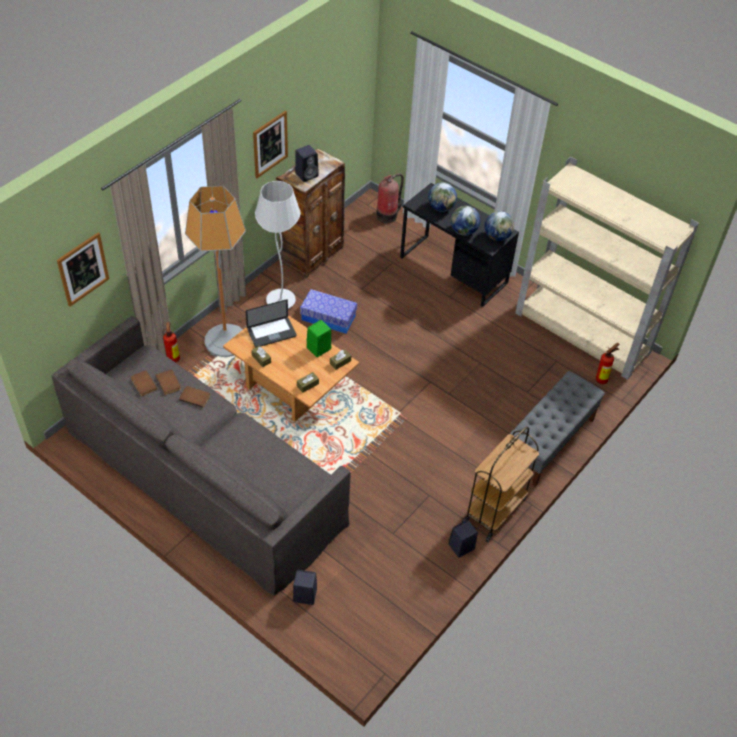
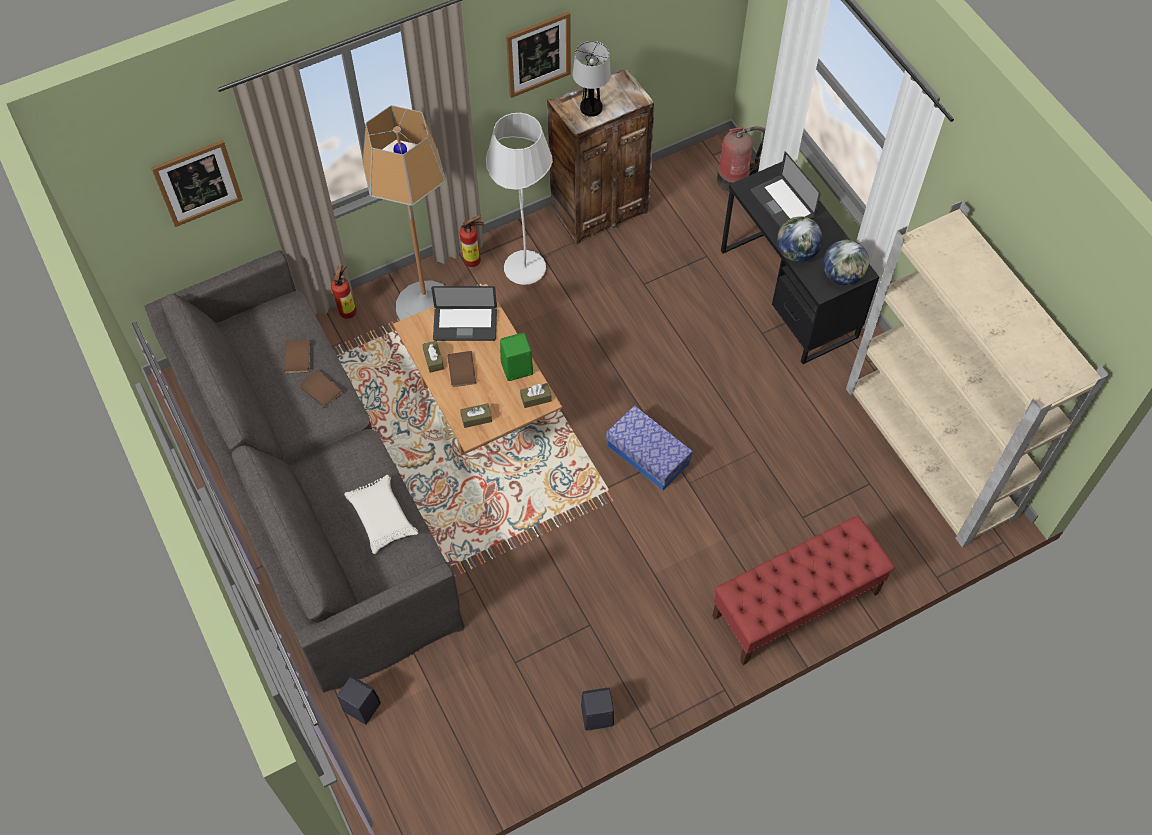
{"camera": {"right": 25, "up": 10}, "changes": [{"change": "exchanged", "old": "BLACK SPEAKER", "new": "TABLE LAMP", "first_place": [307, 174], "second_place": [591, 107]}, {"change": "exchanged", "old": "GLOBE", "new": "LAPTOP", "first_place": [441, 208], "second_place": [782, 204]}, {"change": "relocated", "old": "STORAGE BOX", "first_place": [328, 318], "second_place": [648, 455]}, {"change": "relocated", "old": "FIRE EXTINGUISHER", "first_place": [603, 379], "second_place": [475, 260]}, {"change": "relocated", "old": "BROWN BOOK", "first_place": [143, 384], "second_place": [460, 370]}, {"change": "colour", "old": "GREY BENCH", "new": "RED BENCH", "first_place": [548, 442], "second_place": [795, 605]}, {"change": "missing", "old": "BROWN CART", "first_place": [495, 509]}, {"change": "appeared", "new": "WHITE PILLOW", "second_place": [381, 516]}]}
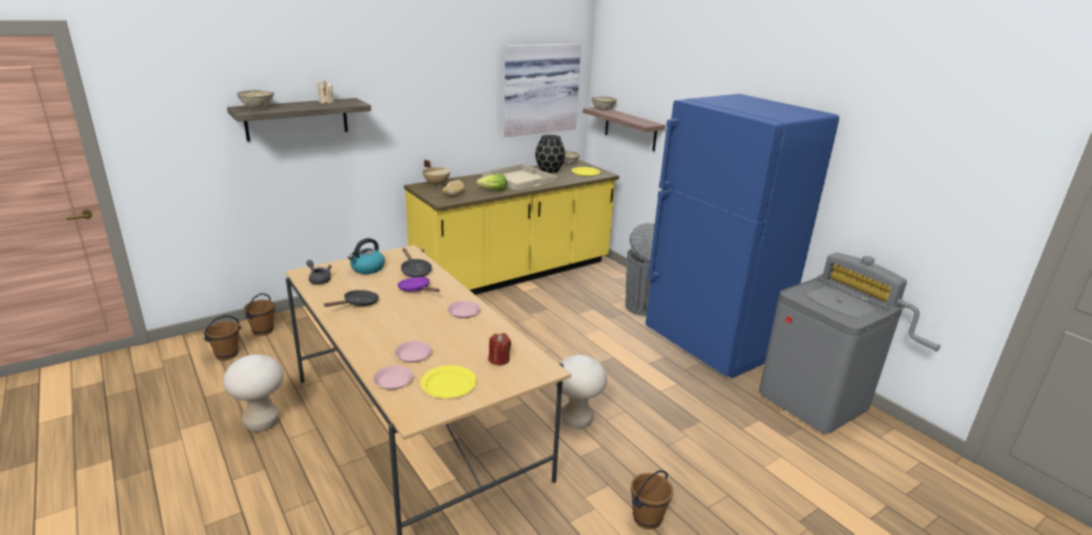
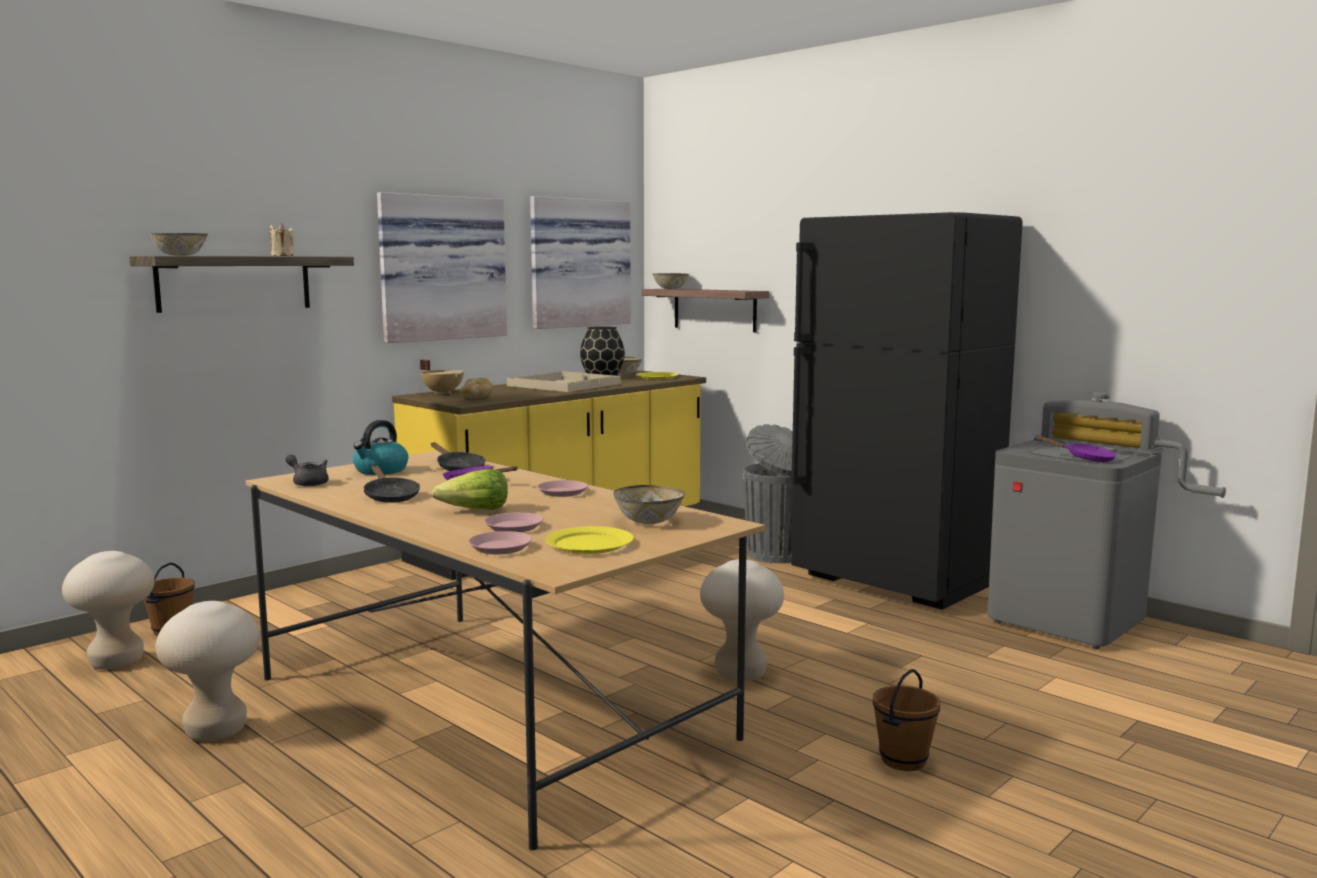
{"camera": {"right": -10, "up": -15}, "changes": [{"change": "colour", "old": "BLUE FRIDGE", "new": "BLACK FRIDGE", "first_place": [711, 346], "second_place": [894, 583]}, {"change": "relocated", "old": "LETTUCE", "first_place": [493, 190], "second_place": [475, 511]}, {"change": "spun", "old": "BLACK FRYING PAN", "first_place": [358, 304], "second_place": [390, 496], "degrees": 120}, {"change": "exchanged", "old": "BROWN BUCKET", "new": "BEIGE STOOL", "first_place": [227, 354], "second_place": [116, 662]}, {"change": "exchanged", "old": "RED CANDLE", "new": "BOWL", "first_place": [499, 360], "second_place": [649, 521]}, {"change": "appeared", "new": "PICTURE", "second_place": [440, 268]}, {"change": "appeared", "new": "PURPLE FRYING PAN", "second_place": [1084, 458]}]}
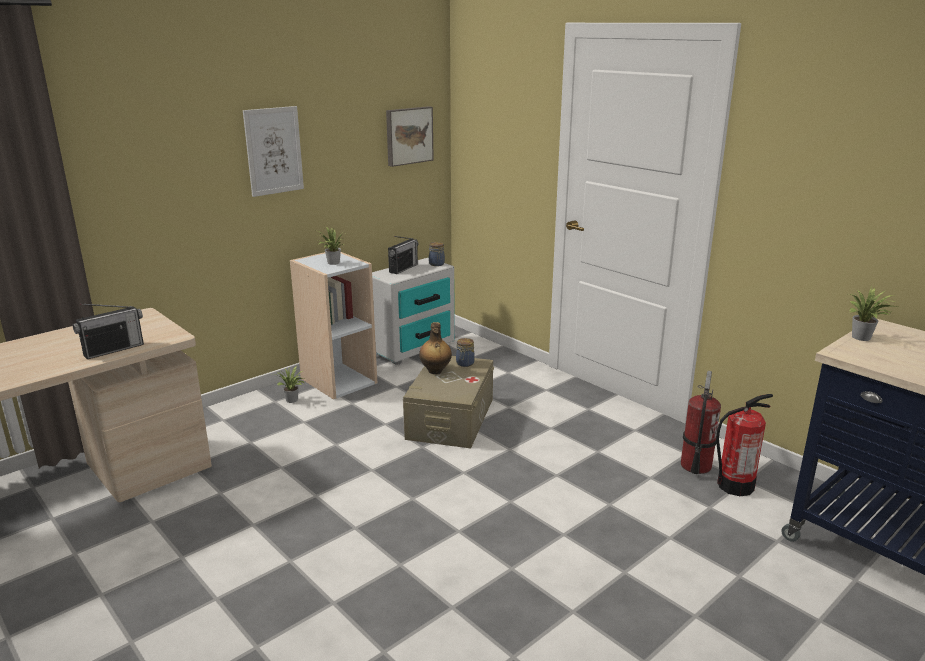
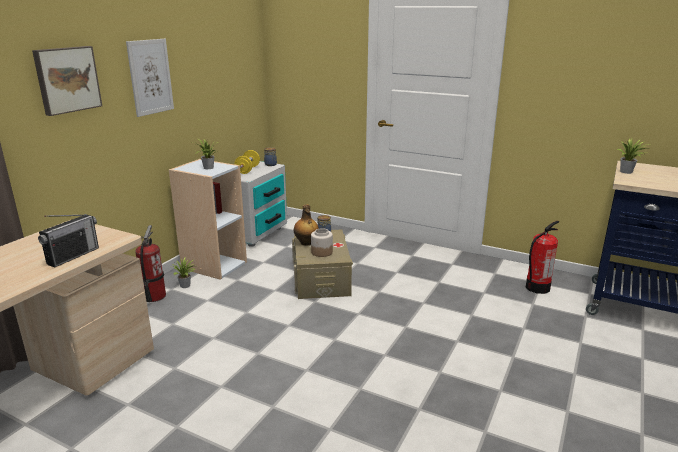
{"camera": {"right": -20, "up": 0}, "changes": [{"change": "relocated", "old": "PICTURE", "first_place": [408, 135], "second_place": [67, 79]}, {"change": "exchanged", "old": "RADIO", "new": "YELLOW DUMBBELL", "first_place": [403, 268], "second_place": [247, 170]}, {"change": "relocated", "old": "FIRE EXTINGUISHER", "first_place": [695, 466], "second_place": [154, 296]}, {"change": "appeared", "new": "JAR", "second_place": [321, 252]}]}
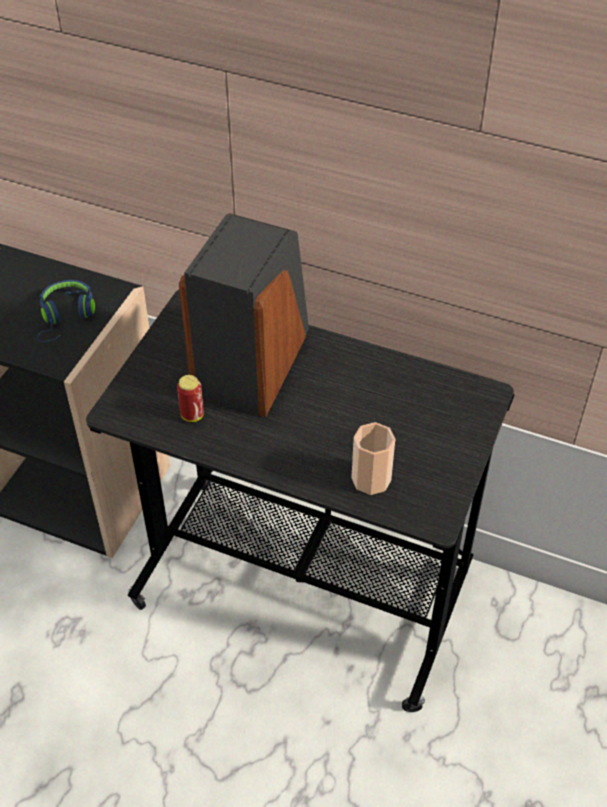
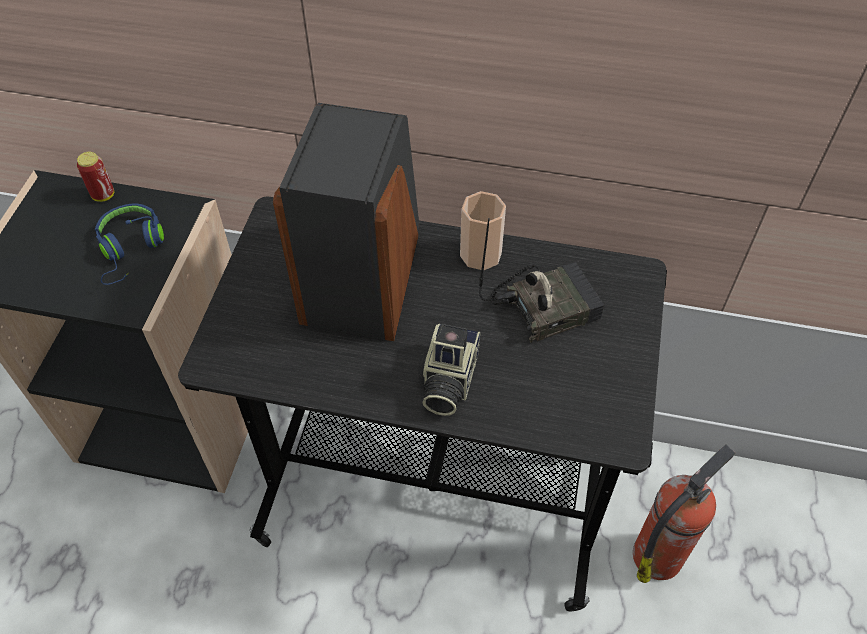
{"camera": {"right": -10, "up": 5}, "changes": [{"change": "relocated", "old": "CAN", "first_place": [192, 415], "second_place": [103, 195]}, {"change": "relocated", "old": "CUP", "first_place": [371, 479], "second_place": [480, 254]}, {"change": "appeared", "new": "RADIO", "second_place": [545, 305]}, {"change": "appeared", "new": "PHOTO CAMERA", "second_place": [446, 380]}, {"change": "appeared", "new": "FIRE EXTINGUISHER", "second_place": [659, 554]}]}
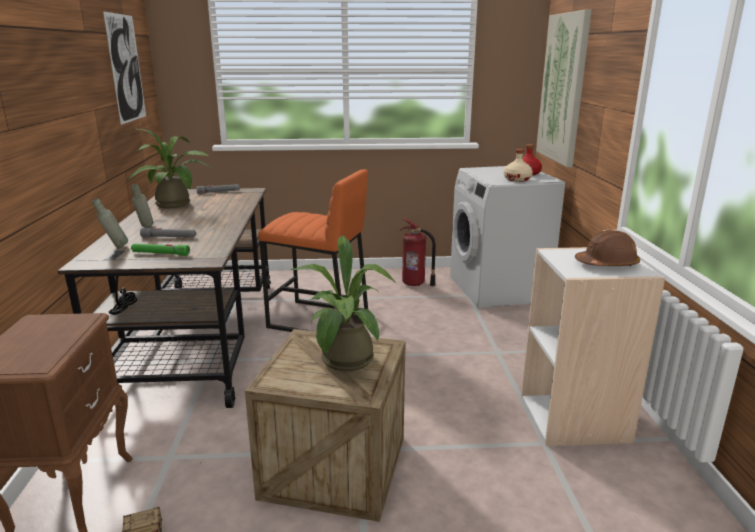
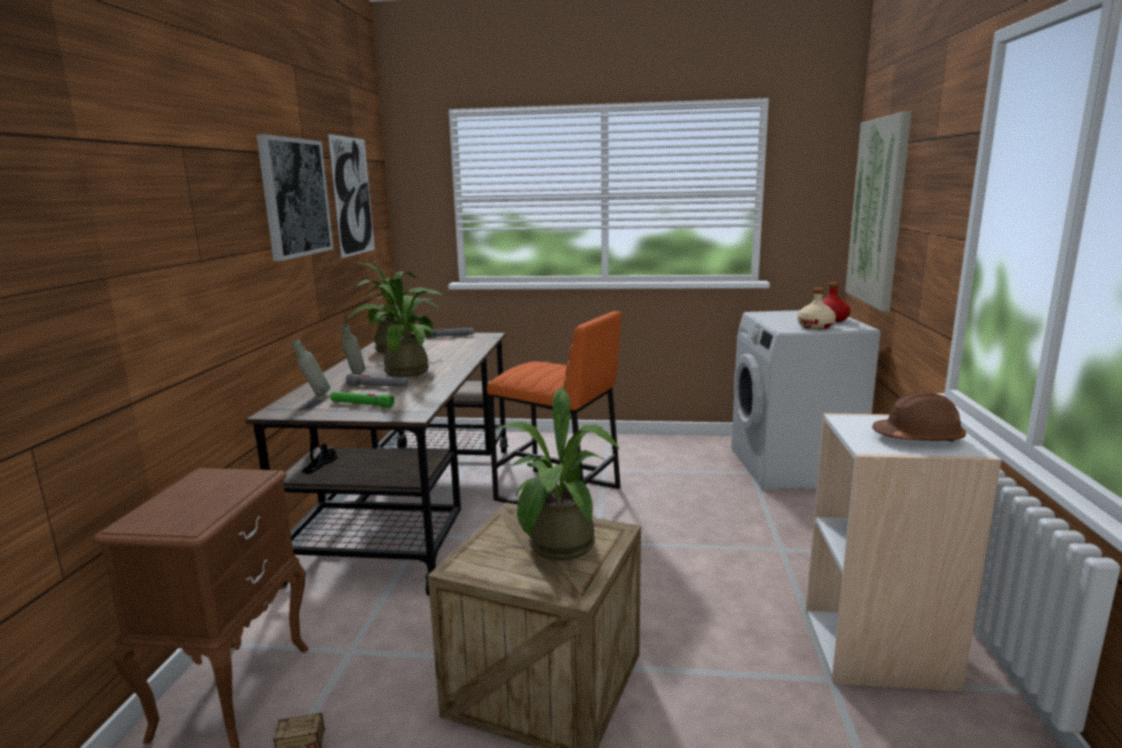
{"camera": {"right": 10, "up": -5}, "changes": [{"change": "missing", "old": "FIRE EXTINGUISHER", "first_place": [415, 284]}, {"change": "appeared", "new": "PICTURE", "second_place": [294, 197]}, {"change": "appeared", "new": "POTTED PLANT", "second_place": [410, 370]}]}
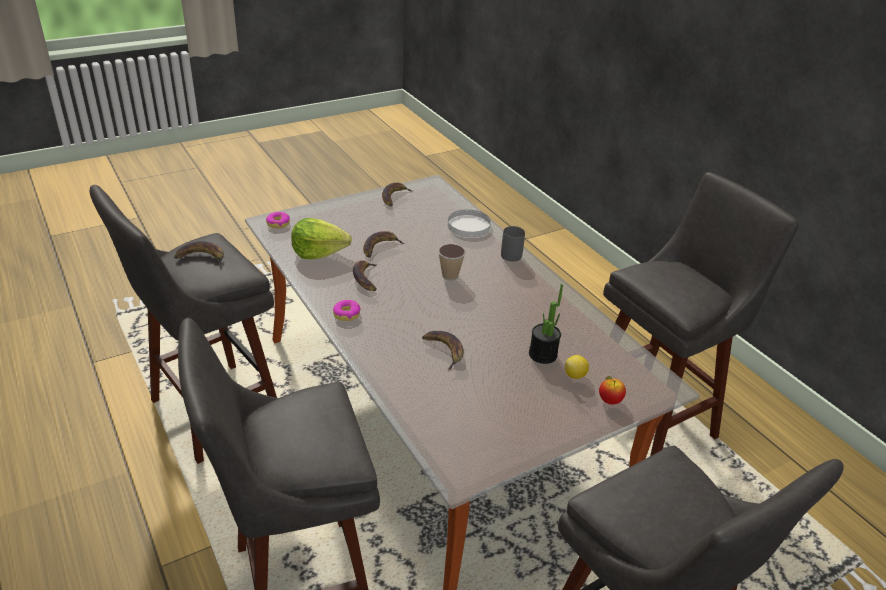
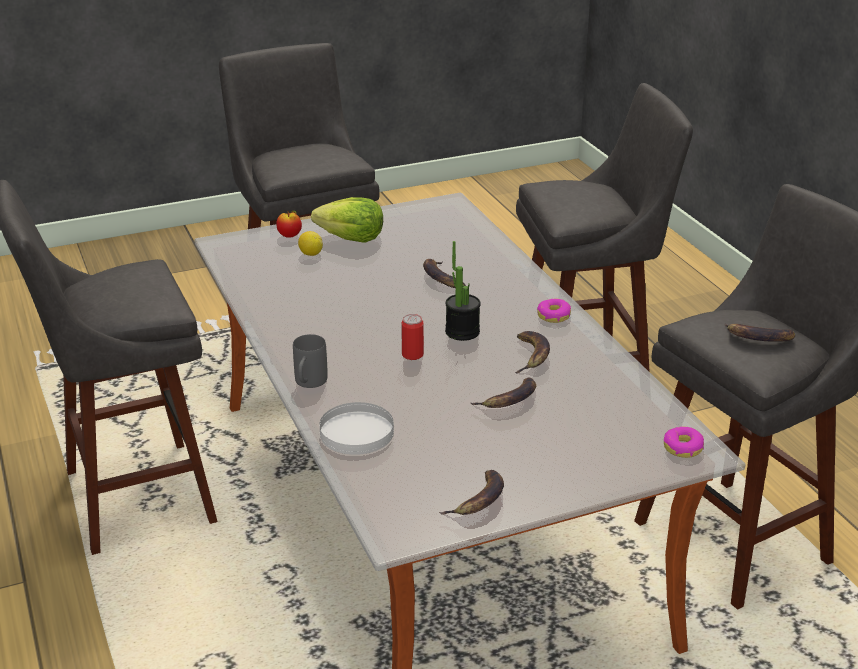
{"camera": {"right": -170, "up": -5}, "changes": [{"change": "relocated", "old": "LETTUCE", "first_place": [319, 252], "second_place": [351, 238]}, {"change": "exchanged", "old": "CUP", "new": "CAN", "first_place": [450, 276], "second_place": [412, 355]}, {"change": "relocated", "old": "POTTED PLANT", "first_place": [542, 354], "second_place": [462, 332]}]}
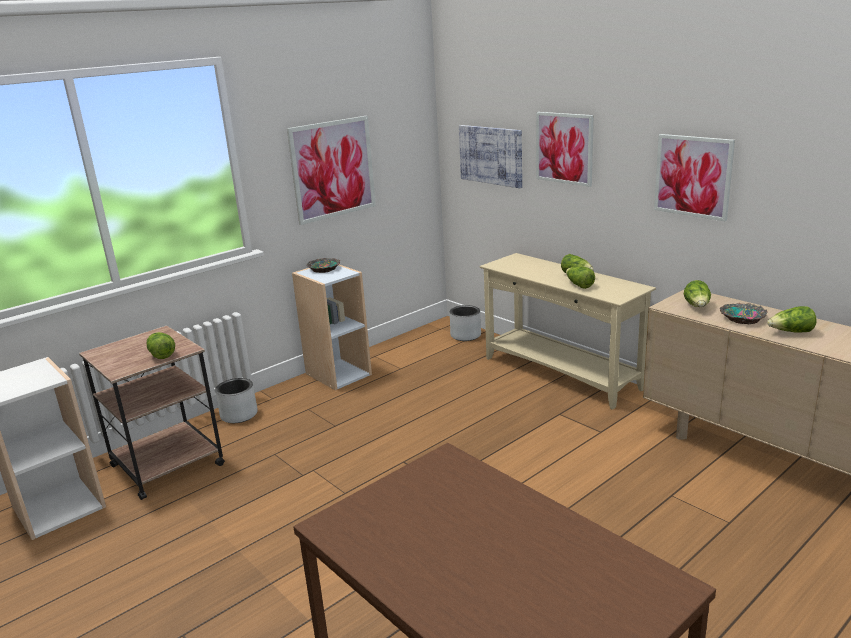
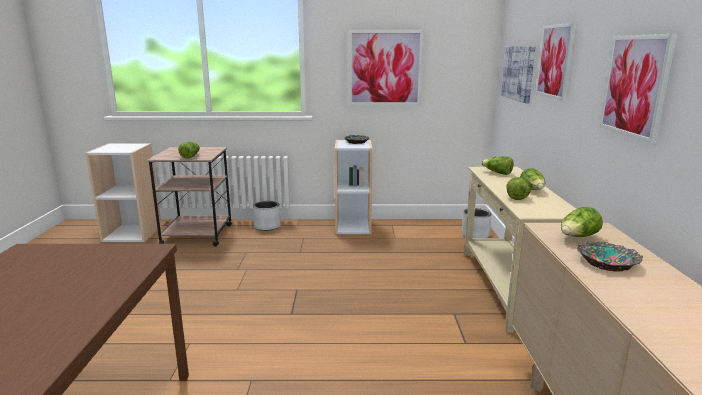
{"camera": {"right": 40, "up": -5}, "changes": [{"change": "relocated", "old": "LETTUCE", "first_place": [791, 332], "second_place": [497, 173]}]}
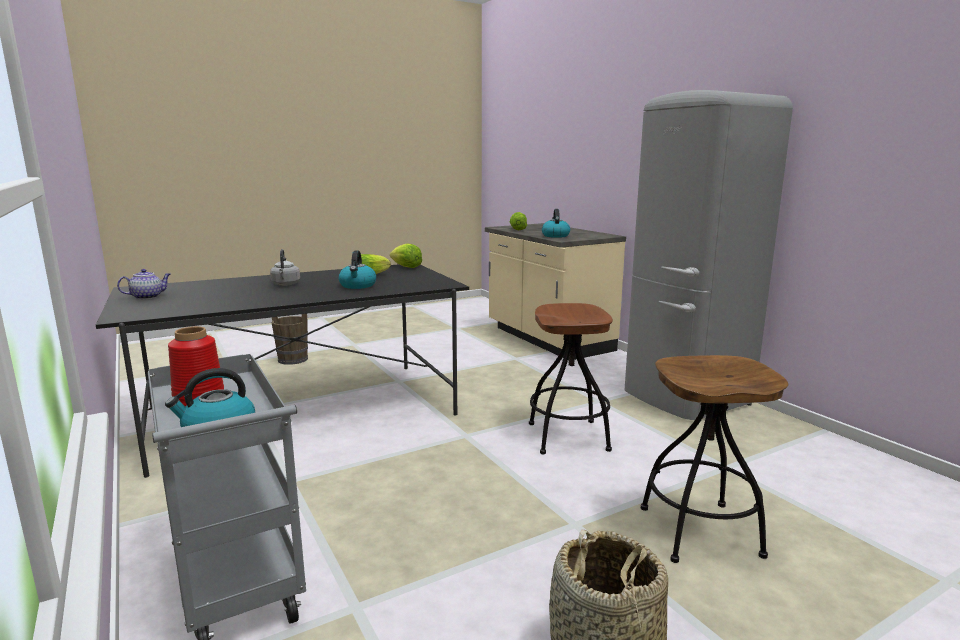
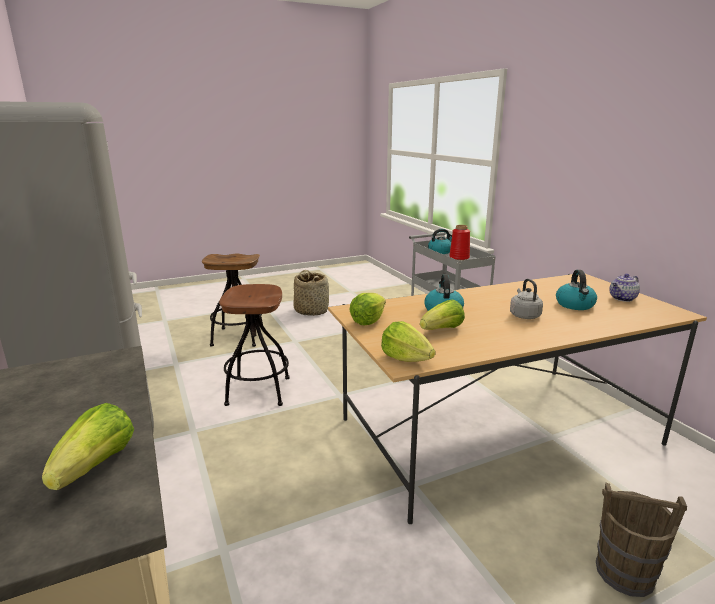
{"camera": {"right": -175, "up": 5}, "changes": [{"change": "relocated", "old": "KETTLE", "first_place": [555, 236], "second_place": [575, 305]}, {"change": "colour", "old": "BLACK DINING TABLE", "new": "BEIGE DINING TABLE", "first_place": [302, 411], "second_place": [498, 431]}, {"change": "appeared", "new": "LETTUCE", "second_place": [368, 321]}]}
